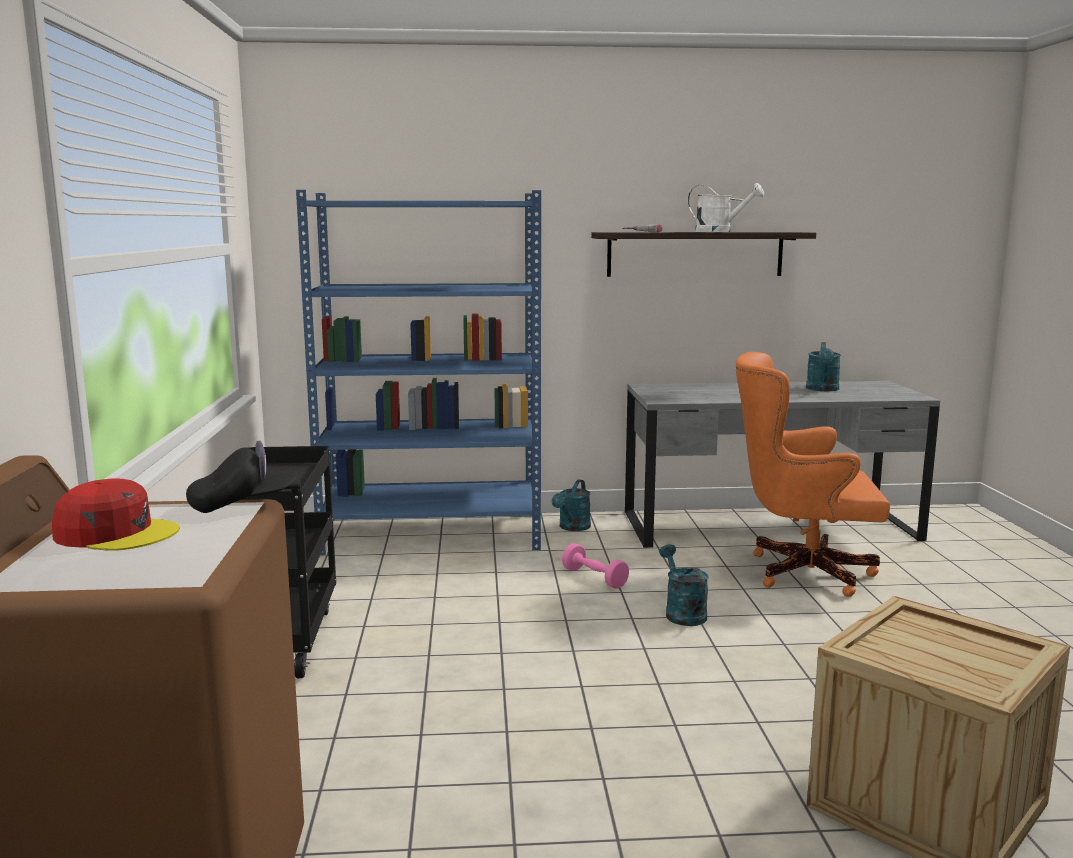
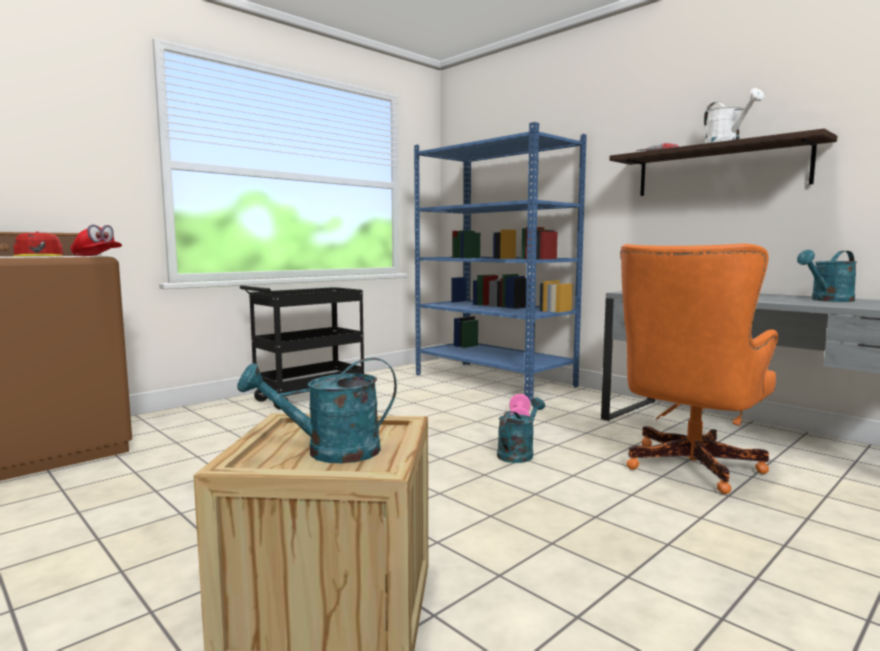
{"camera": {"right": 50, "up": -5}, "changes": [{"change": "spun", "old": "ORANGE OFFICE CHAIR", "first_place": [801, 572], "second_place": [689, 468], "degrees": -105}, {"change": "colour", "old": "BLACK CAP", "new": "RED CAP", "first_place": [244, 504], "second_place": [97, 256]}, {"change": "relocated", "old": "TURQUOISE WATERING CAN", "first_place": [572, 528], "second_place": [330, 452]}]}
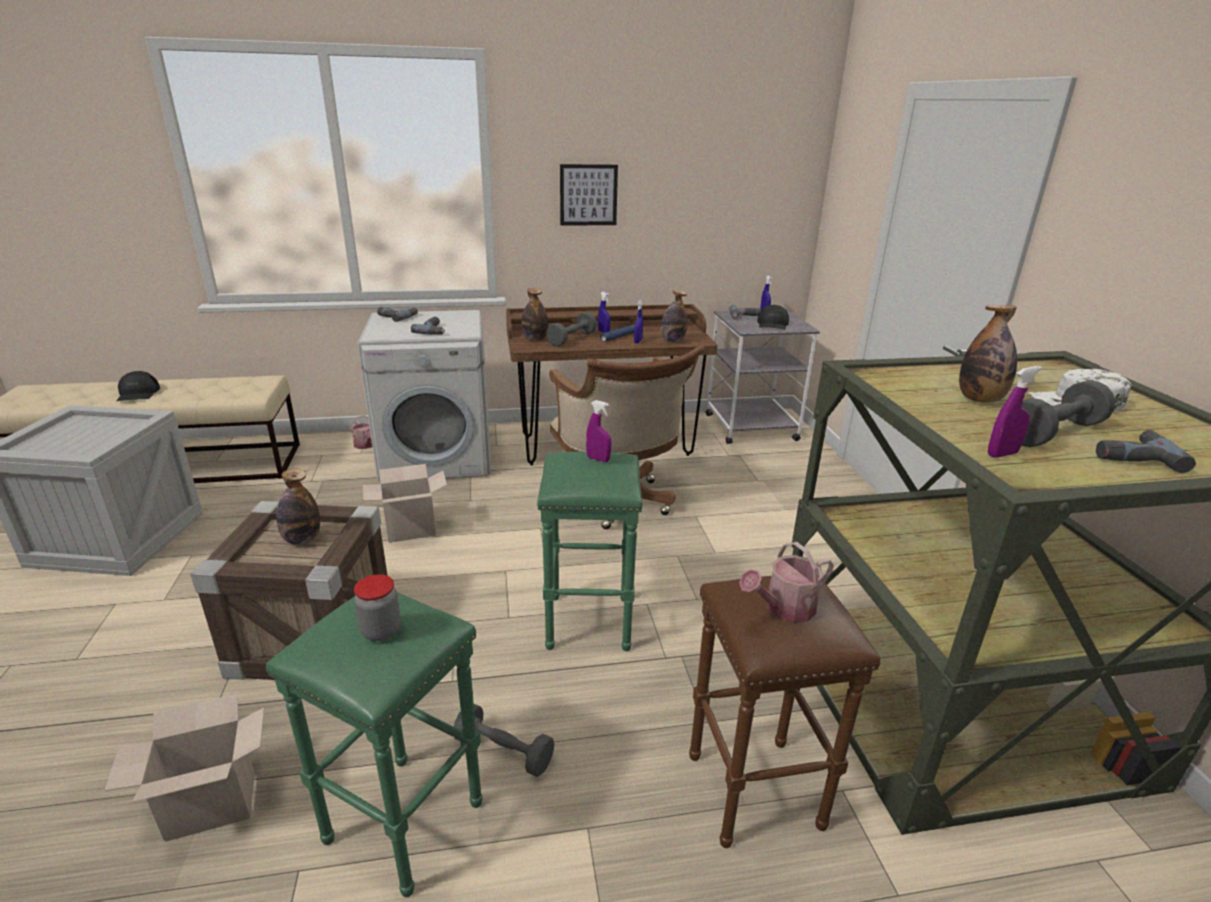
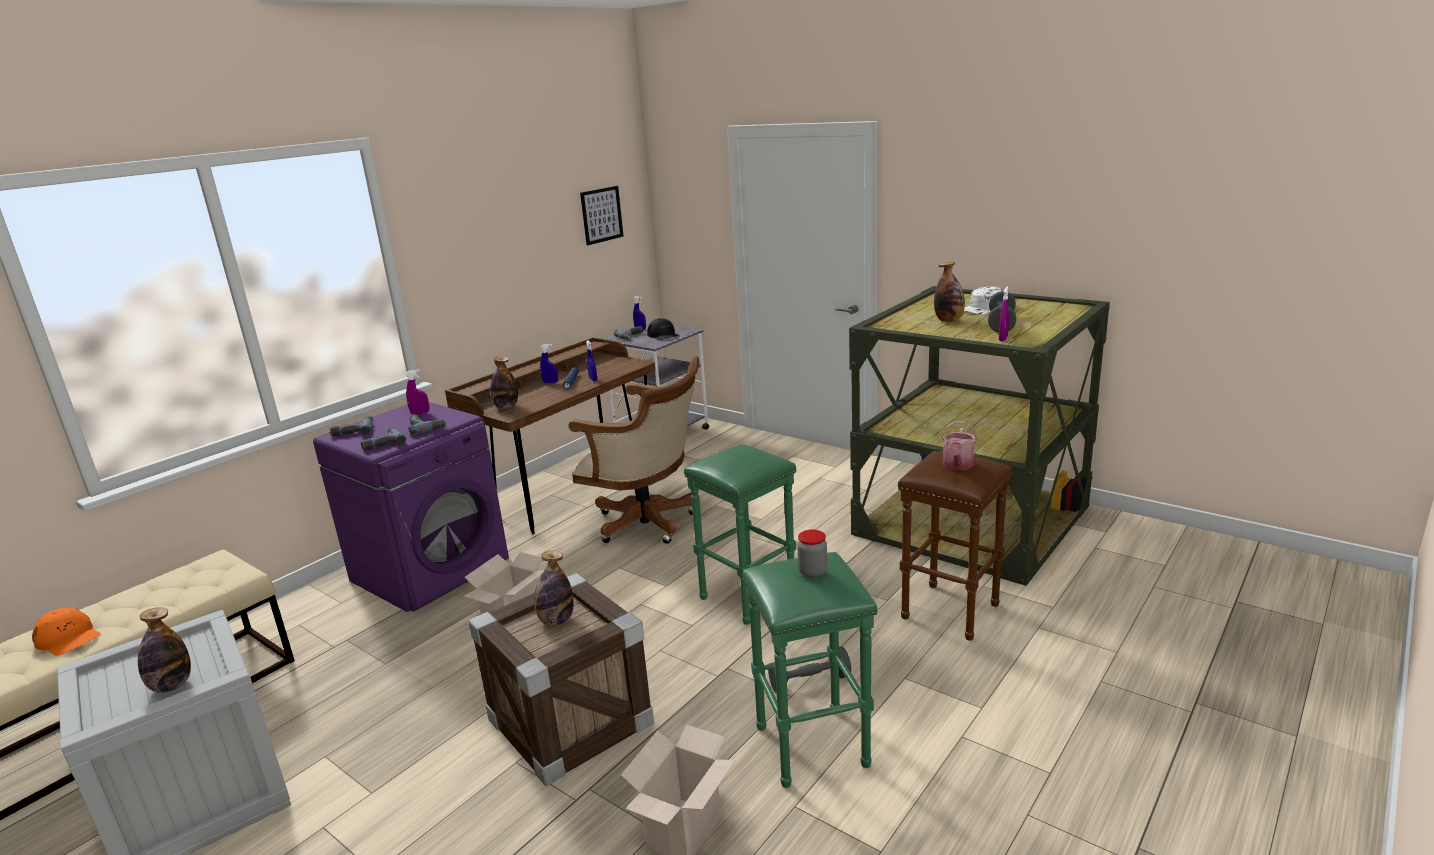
{"camera": {"right": -40, "up": -5}, "changes": [{"change": "relocated", "old": "PICTURE", "first_place": [588, 195], "second_place": [601, 215]}, {"change": "relocated", "old": "BOTTLE", "first_place": [672, 341], "second_place": [172, 686]}, {"change": "colour", "old": "WHITE WASHING MACHINE", "new": "PURPLE WASHING MACHINE", "first_place": [438, 458], "second_place": [434, 569]}, {"change": "missing", "old": "GREY DUMBBELL", "first_place": [572, 339]}, {"change": "colour", "old": "BLACK CAP", "new": "ORANGE CAP", "first_place": [138, 393], "second_place": [68, 638]}, {"change": "relocated", "old": "PURPLE SPRAY BOTTLE", "first_place": [598, 459], "second_place": [420, 413]}, {"change": "missing", "old": "WATERING CAN", "first_place": [365, 445]}, {"change": "relocated", "old": "POWER DRILL", "first_place": [1130, 455], "second_place": [382, 443]}]}
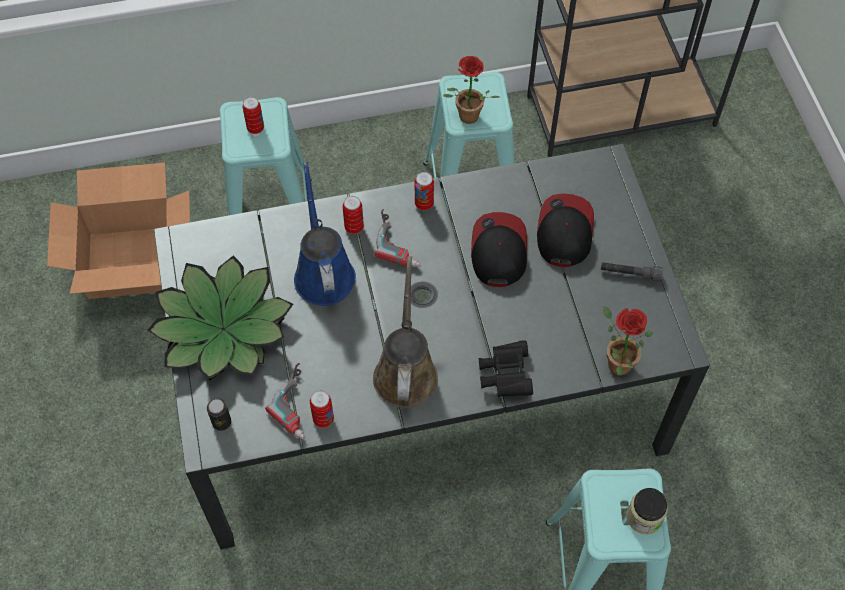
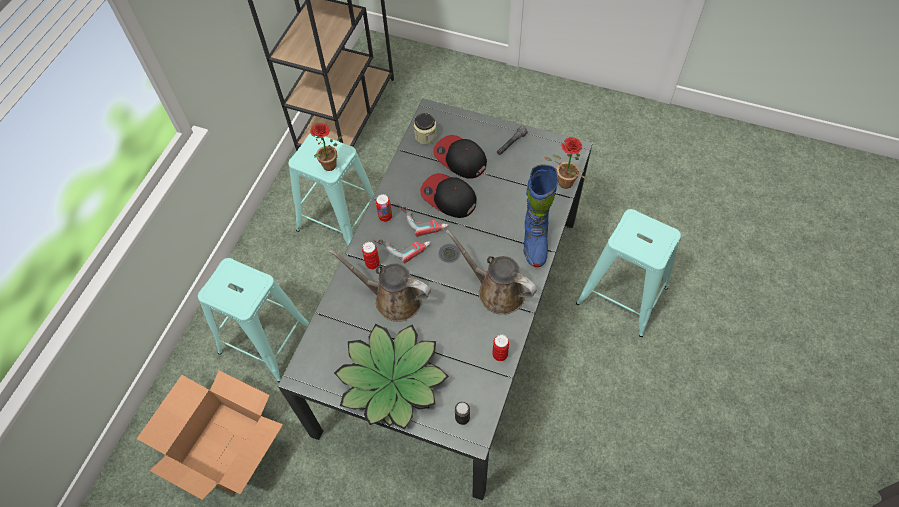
{"camera": {"right": -55, "up": 0}, "changes": [{"change": "missing", "old": "CAN", "first_place": [255, 128]}, {"change": "colour", "old": "BLUE WATERING CAN", "new": "BROWN WATERING CAN", "first_place": [323, 272], "second_place": [393, 299]}, {"change": "exchanged", "old": "BLACK BINOCULARS", "new": "BLUE BOOT", "first_place": [505, 375], "second_place": [535, 240]}, {"change": "relocated", "old": "POWER DRILL", "first_place": [300, 404], "second_place": [423, 218]}, {"change": "relocated", "old": "JAR", "first_place": [644, 517], "second_place": [425, 136]}]}
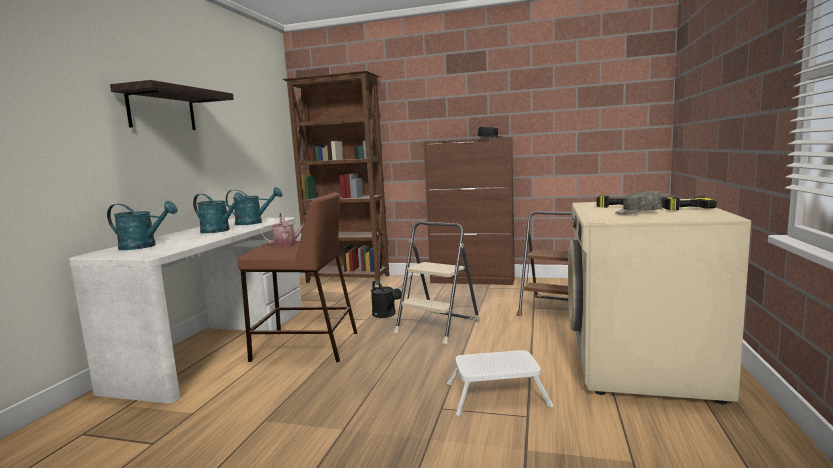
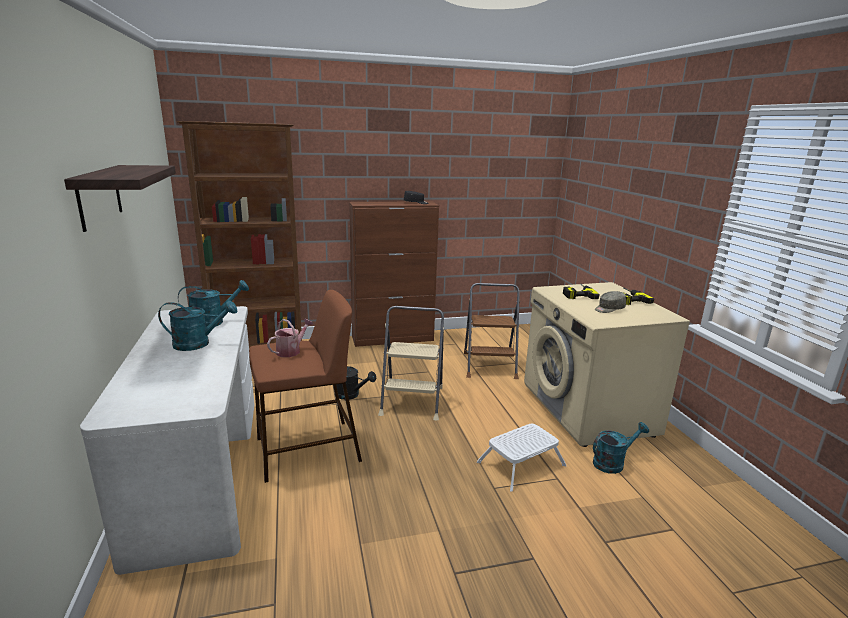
{"camera": {"right": -30, "up": 10}, "changes": [{"change": "relocated", "old": "TURQUOISE WATERING CAN", "first_place": [144, 246], "second_place": [612, 462]}]}
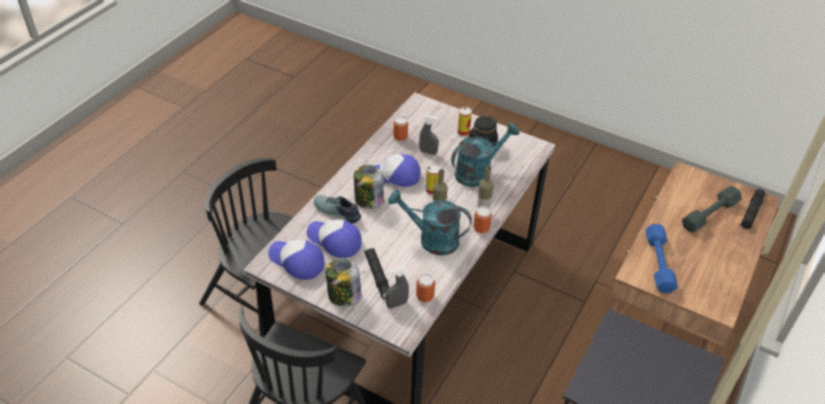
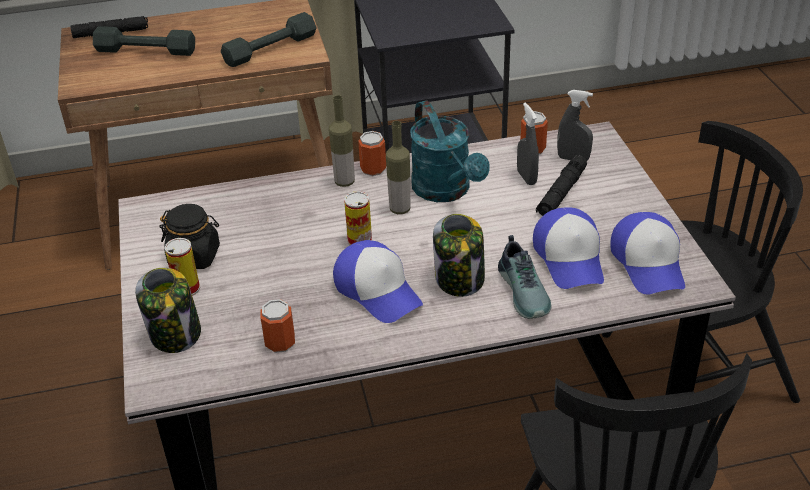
{"camera": {"right": -130, "up": -5}, "changes": [{"change": "relocated", "old": "GREY SPRAY BOTTLE", "first_place": [428, 152], "second_place": [526, 177]}, {"change": "missing", "old": "TURQUOISE WATERING CAN", "first_place": [478, 172]}, {"change": "colour", "old": "BLUE DUMBBELL", "new": "GREY DUMBBELL", "first_place": [658, 263], "second_place": [270, 49]}, {"change": "relocated", "old": "JAR", "first_place": [343, 296], "second_place": [175, 334]}]}
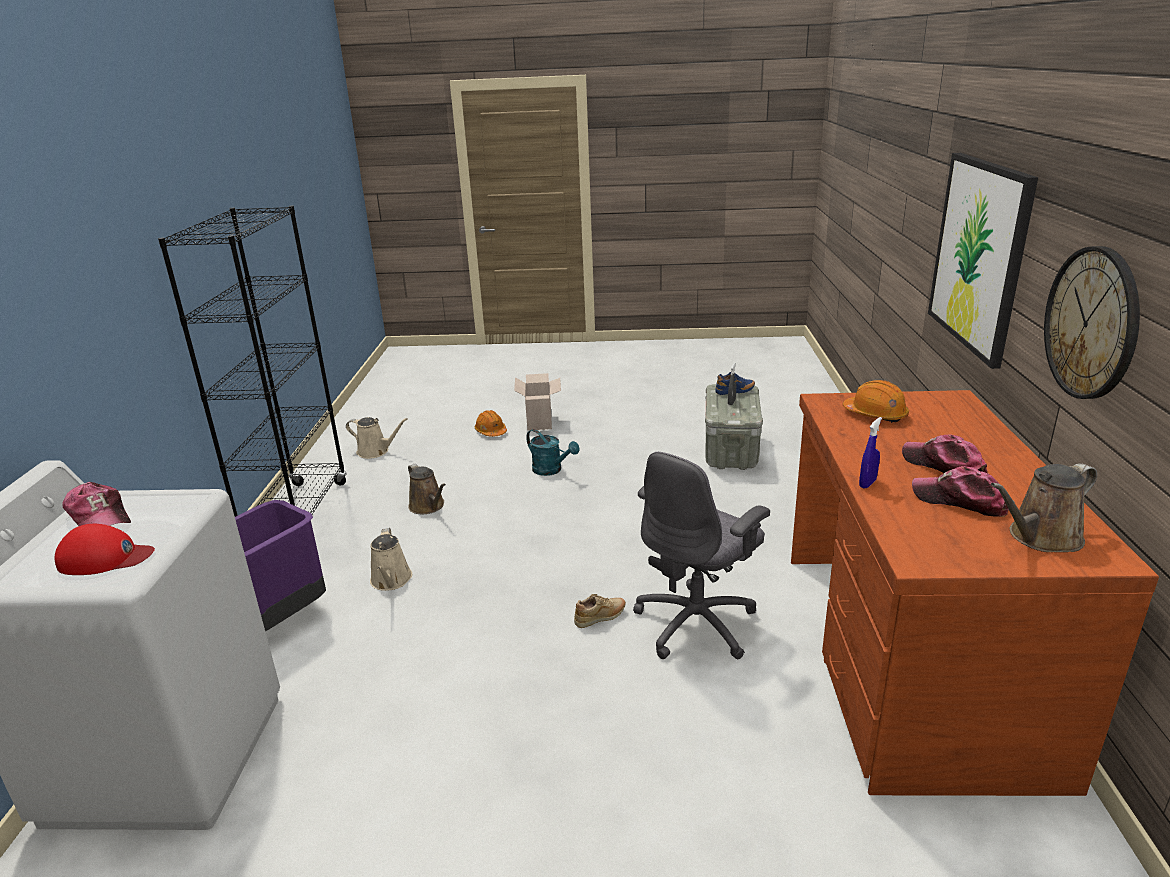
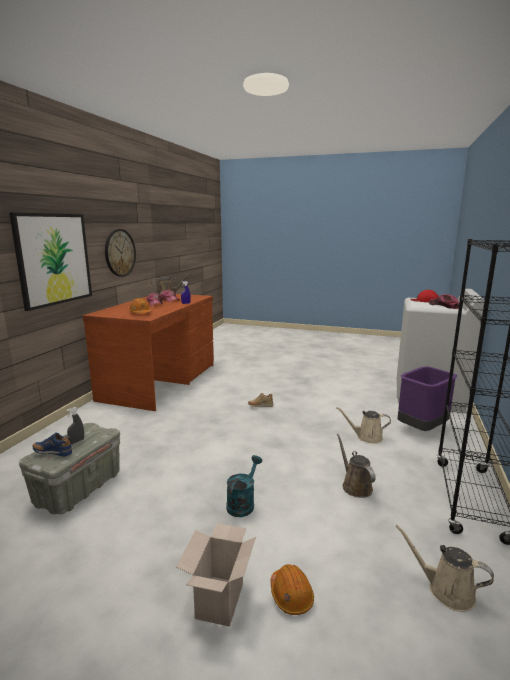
{"camera": {"right": -165, "up": -10}, "changes": [{"change": "spun", "old": "TURQUOISE WATERING CAN", "first_place": [551, 470], "second_place": [243, 503], "degrees": 60}, {"change": "missing", "old": "GREY OFFICE CHAIR", "first_place": [697, 623]}, {"change": "spun", "old": "BEIGE WATERING CAN", "first_place": [391, 581], "second_place": [367, 437], "degrees": -90}]}
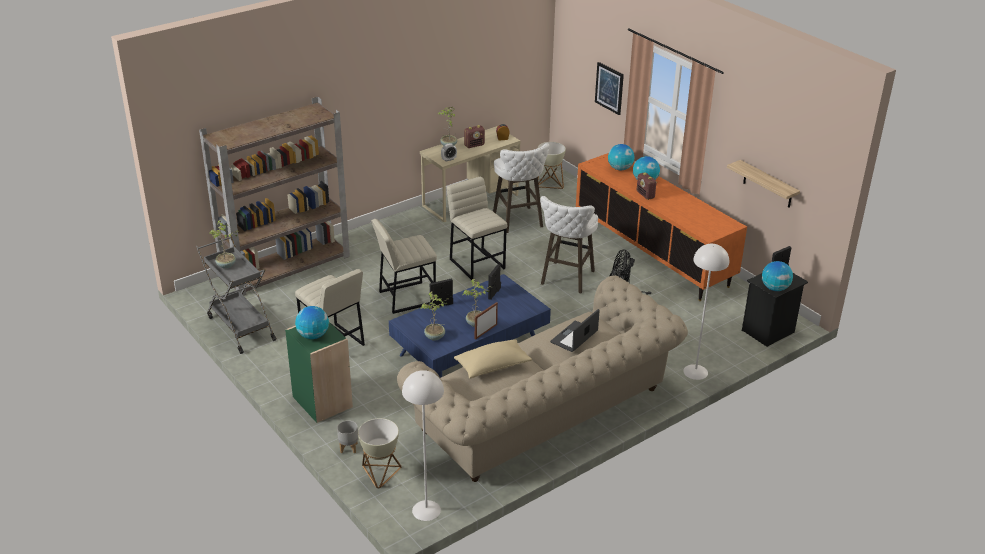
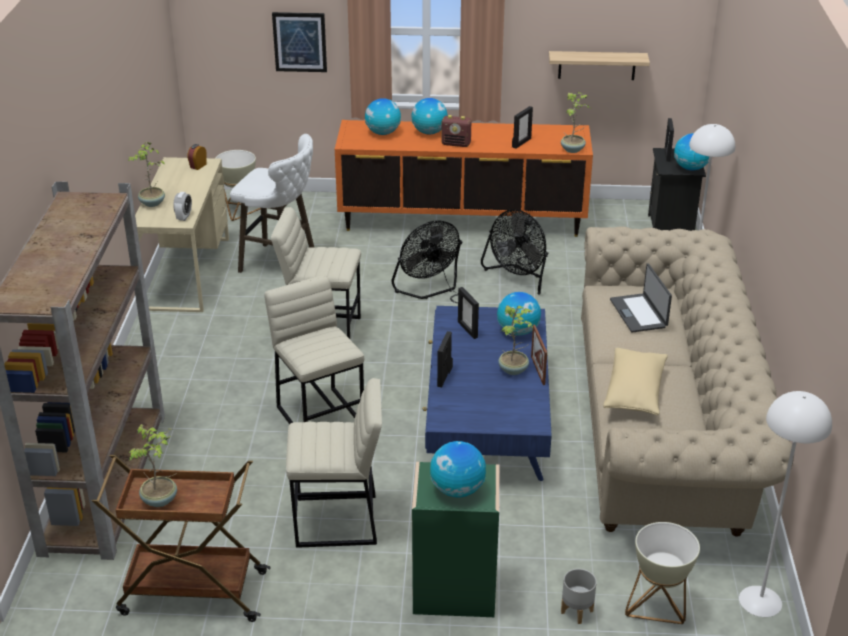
{"camera": {"right": -50, "up": 0}, "changes": [{"change": "missing", "old": "RADIO", "first_place": [474, 145]}, {"change": "exchanged", "old": "WHITE STOOL", "new": "BLACK FAN", "first_place": [566, 279], "second_place": [435, 289]}, {"change": "spun", "old": "BEIGE CHAIR", "first_place": [405, 298], "second_place": [319, 415], "degrees": 135}, {"change": "colour", "old": "GREY CART", "new": "BROWN CART", "first_place": [241, 328], "second_place": [192, 593]}, {"change": "relocated", "old": "POTTED PLANT", "first_place": [435, 337], "second_place": [573, 149]}, {"change": "appeared", "new": "PICTURE FRAME", "second_place": [521, 143]}, {"change": "appeared", "new": "GLOBE", "second_place": [518, 331]}]}
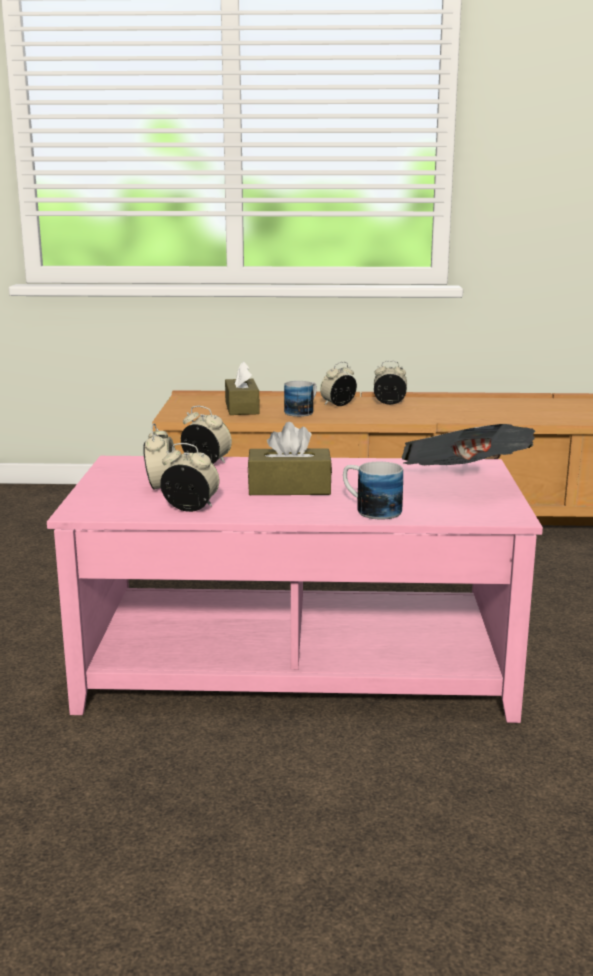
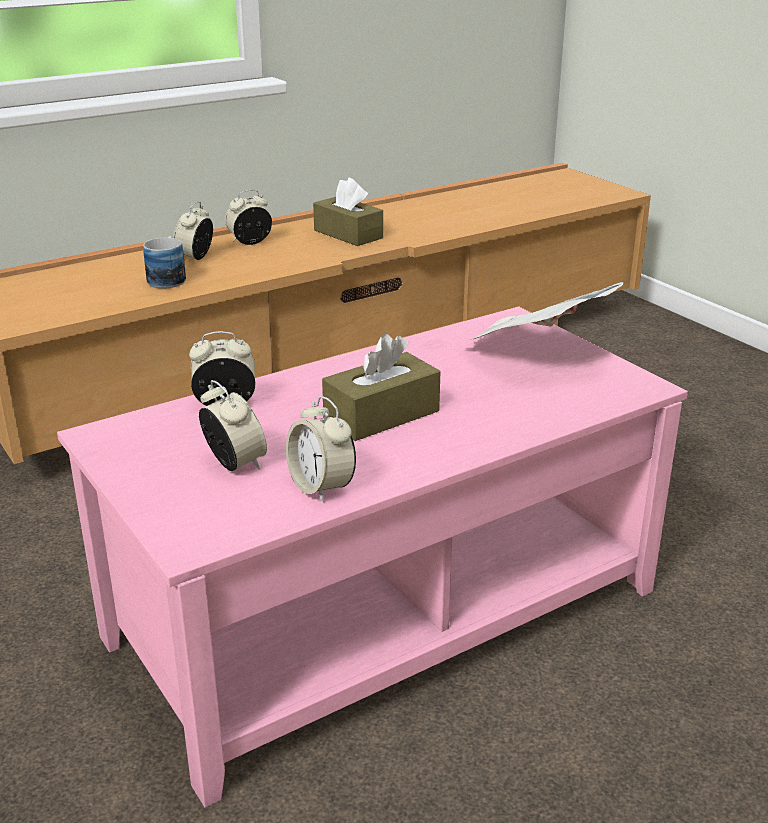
{"camera": {"right": -35, "up": 10}, "changes": [{"change": "relocated", "old": "BROWN TISSUE BOX", "first_place": [242, 408], "second_place": [348, 234]}, {"change": "spun", "old": "ALARM CLOCK", "first_place": [190, 508], "second_place": [321, 487], "degrees": -105}, {"change": "missing", "old": "MUG", "first_place": [370, 510]}]}
